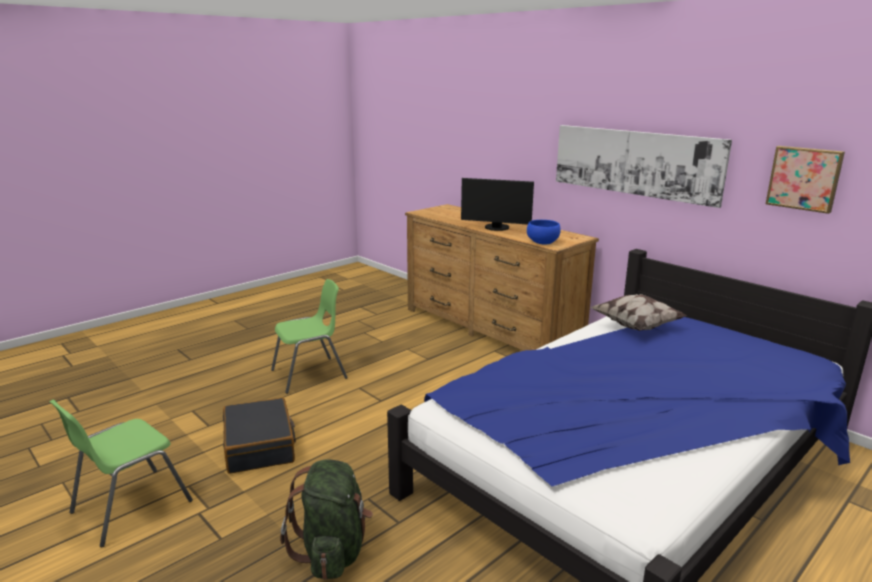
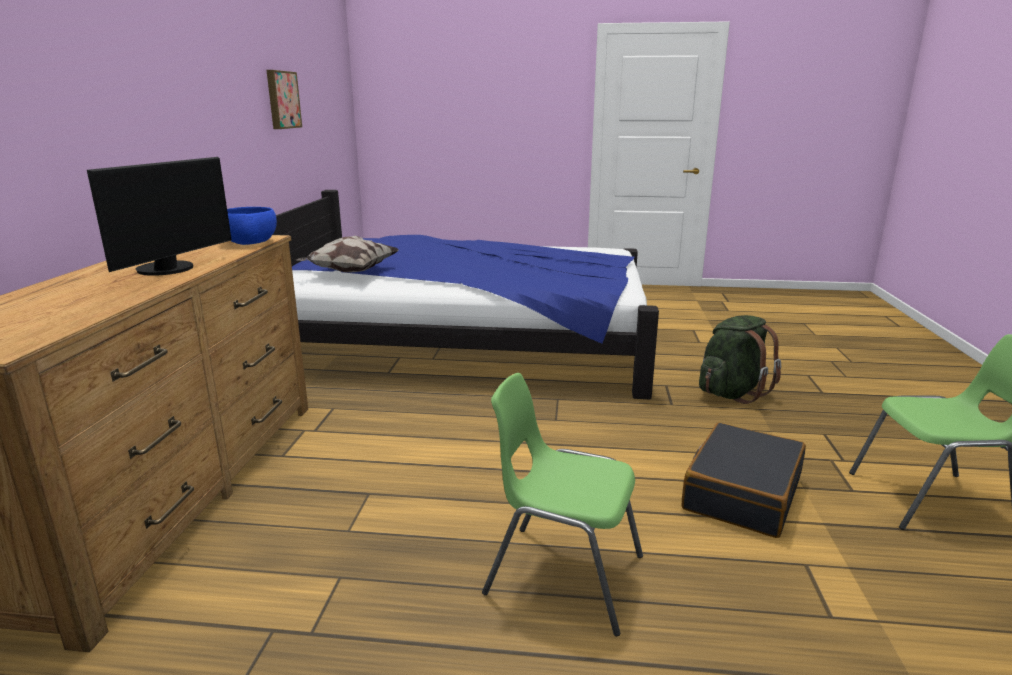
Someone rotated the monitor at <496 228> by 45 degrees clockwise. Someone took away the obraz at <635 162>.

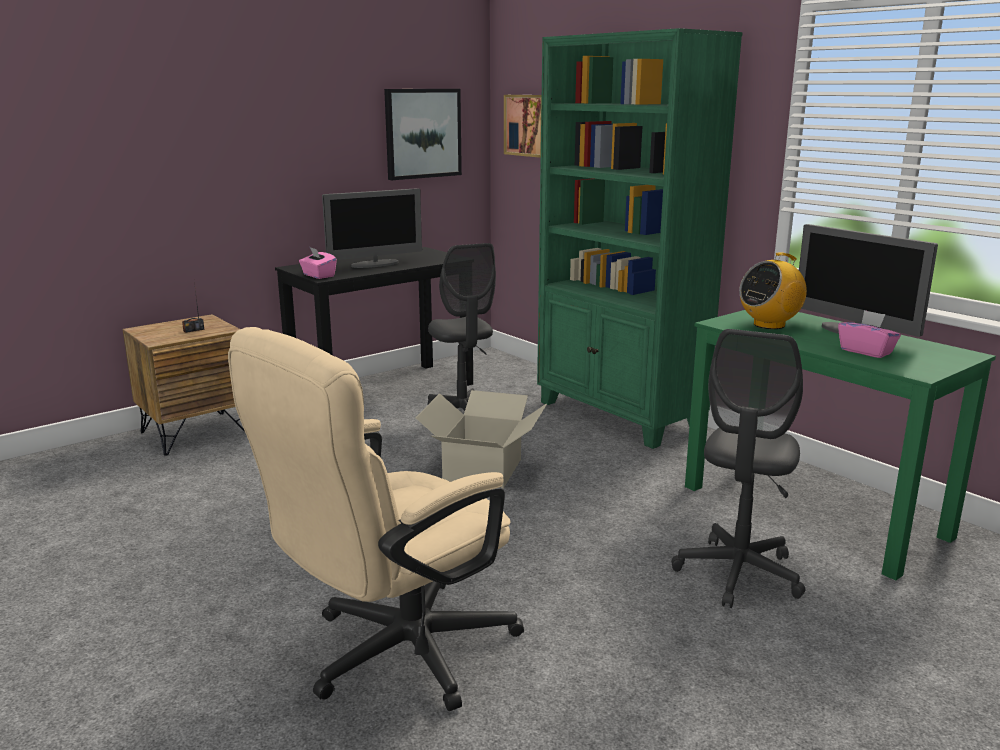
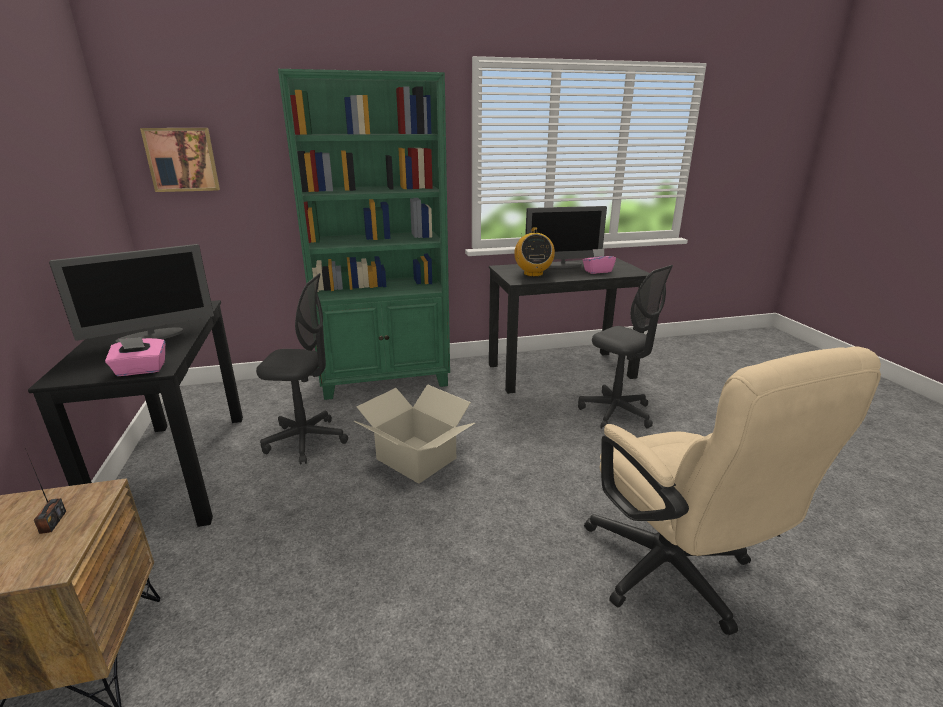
Someone rotated the monitor at <375 264> by 60 degrees clockwise. Someone repainted the biurko [zielony] at <813 511>, which became the biurko [czarny] at <561 371>. Someone took away the obraz at <422 133>.

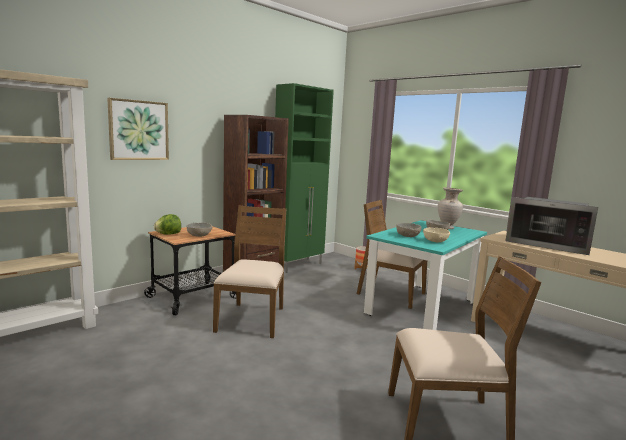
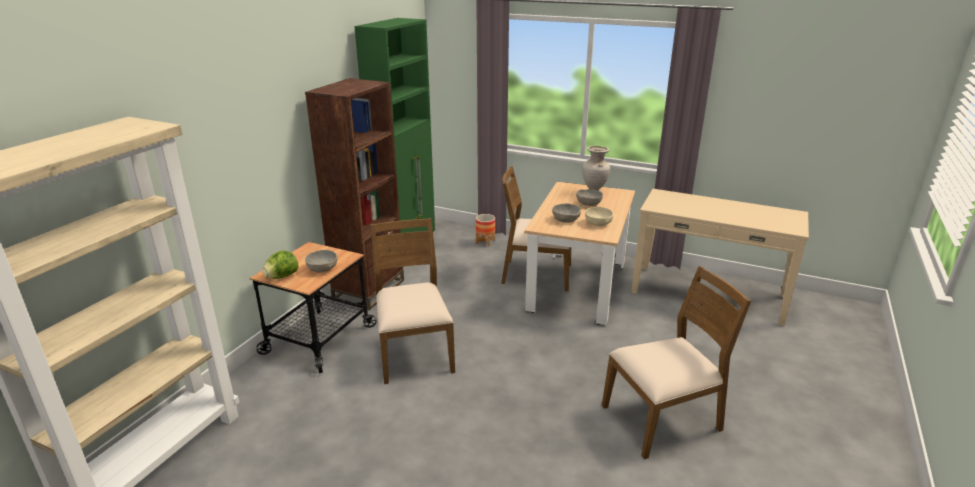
Someone repainted the stół jadalny [turkusowy] at <422 307>, which became the stół jadalny [beżowy] at <577 286>. Someone took away the obraz at <138 130>. Someone took away the mikrofalówka at <547 244>.

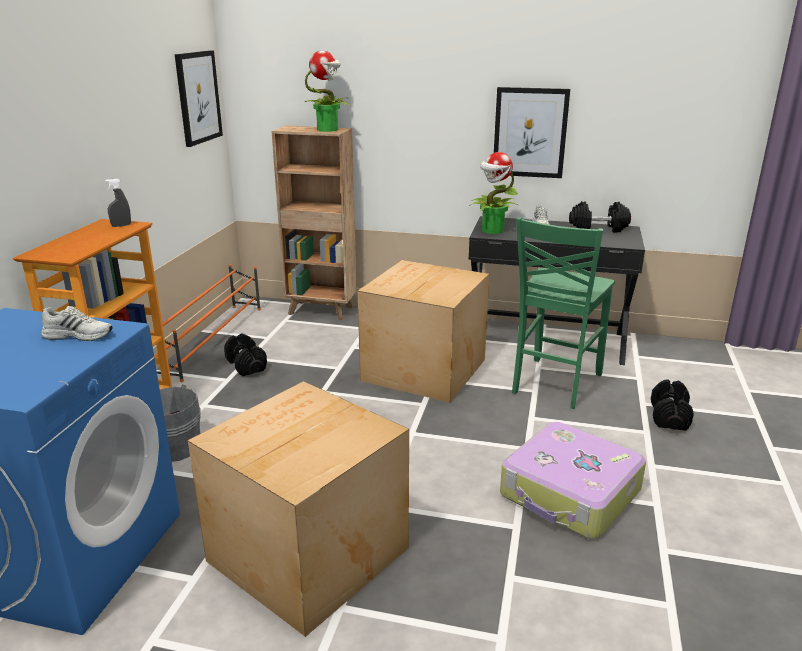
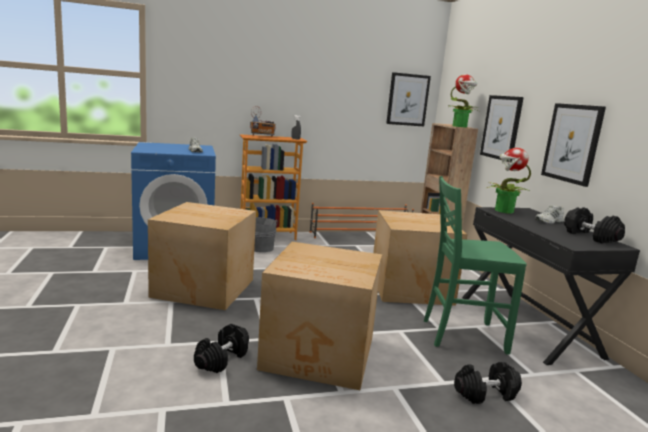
Someone carried the hantel [czarny] from <246 365> to <222 359>. Someone put down the radio at <262 136>. Someone swapped the walizka at <570 494> for the karton at <320 354>. Someone put up the obraz at <501 127>.

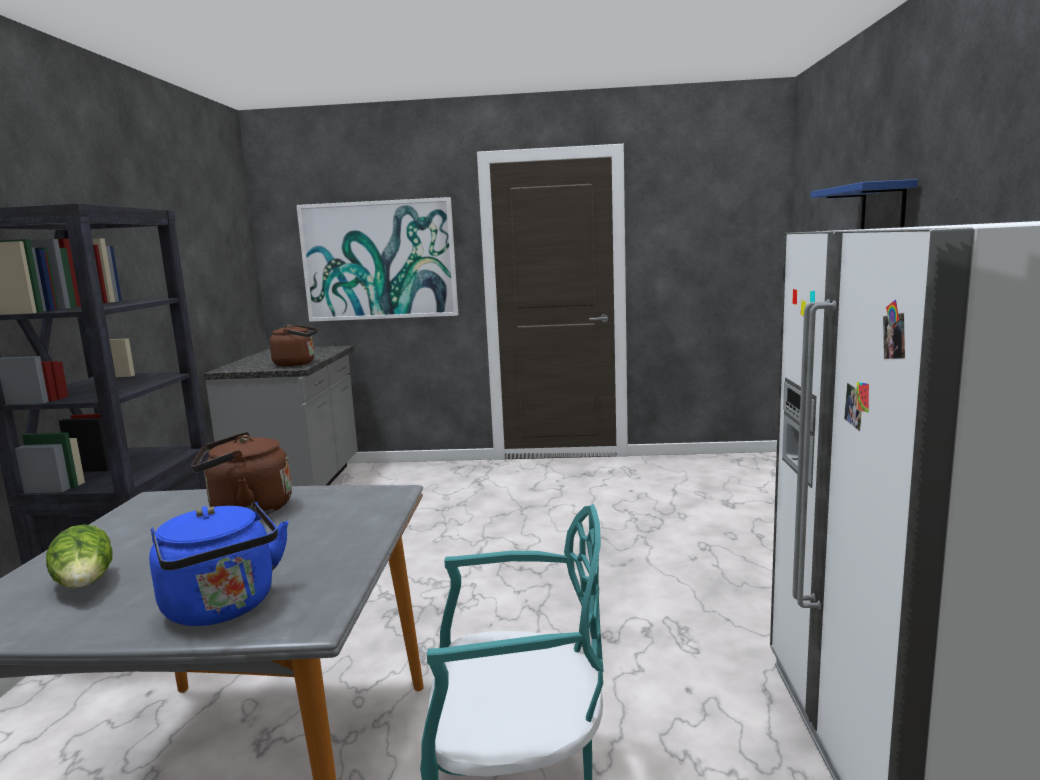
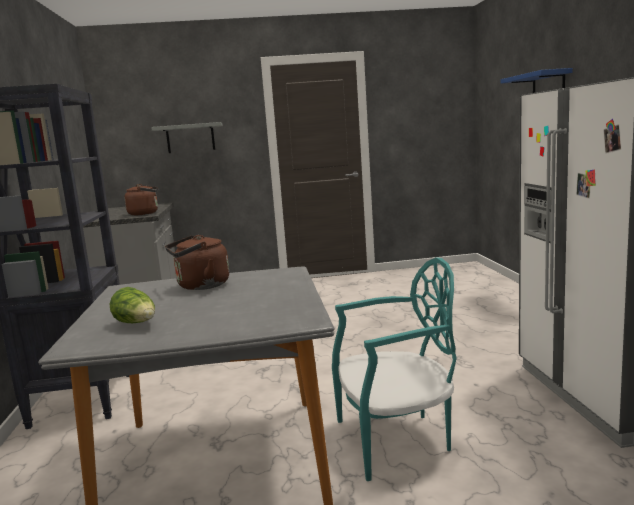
Someone swapped the obraz at <379 260> for the półka [szary] at <190 138>. Someone took away the czajnik [niebieski] at <223 608>.

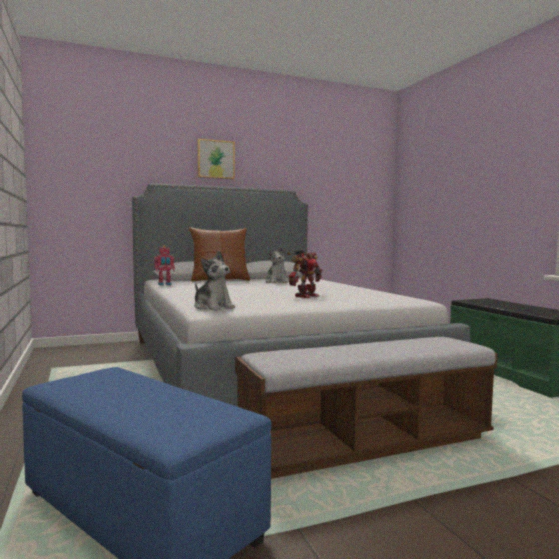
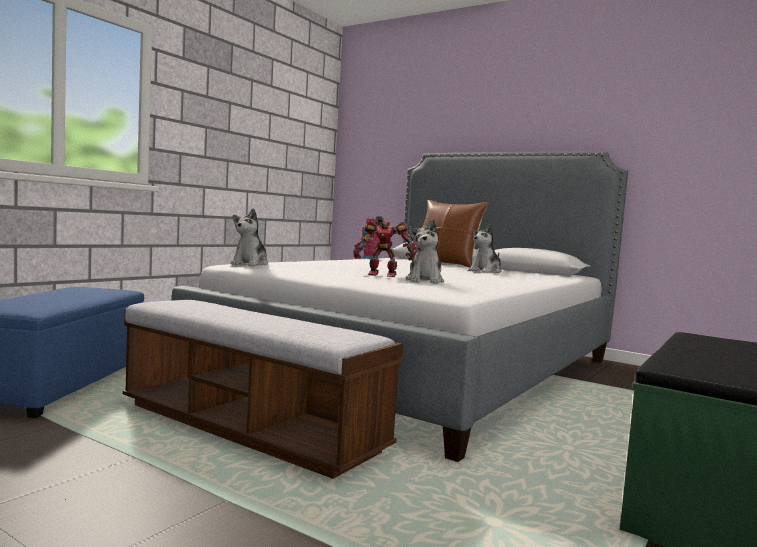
Someone put down the pluszak at <425 281>. Someone took away the obraz at <215 159>.

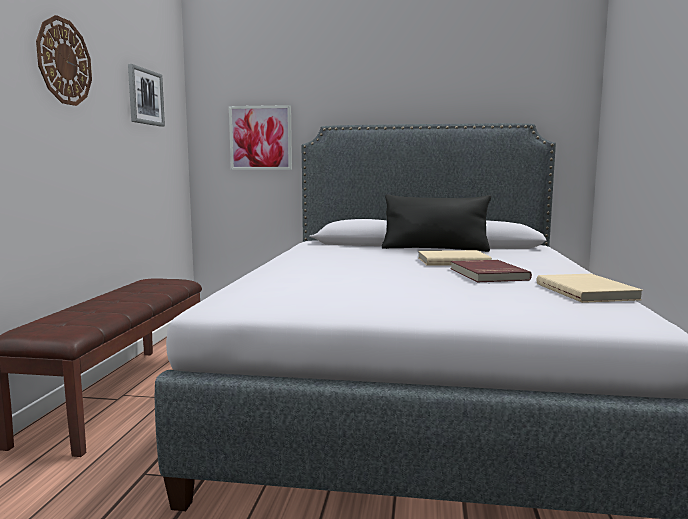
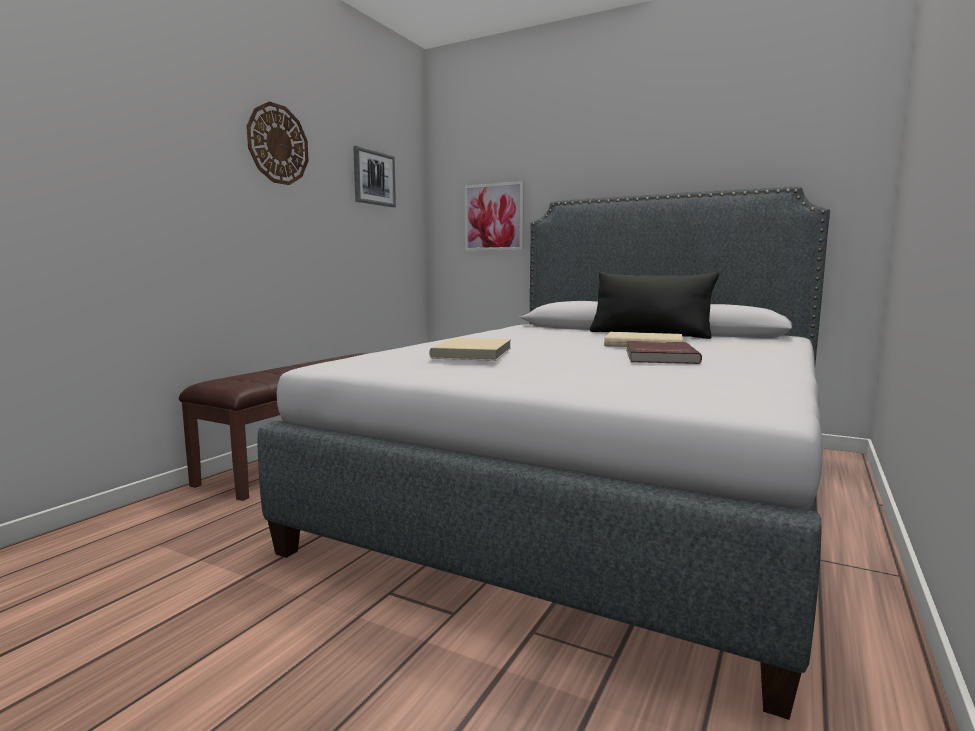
Someone carried the książka [beżowy] from <587 291> to <474 353>.

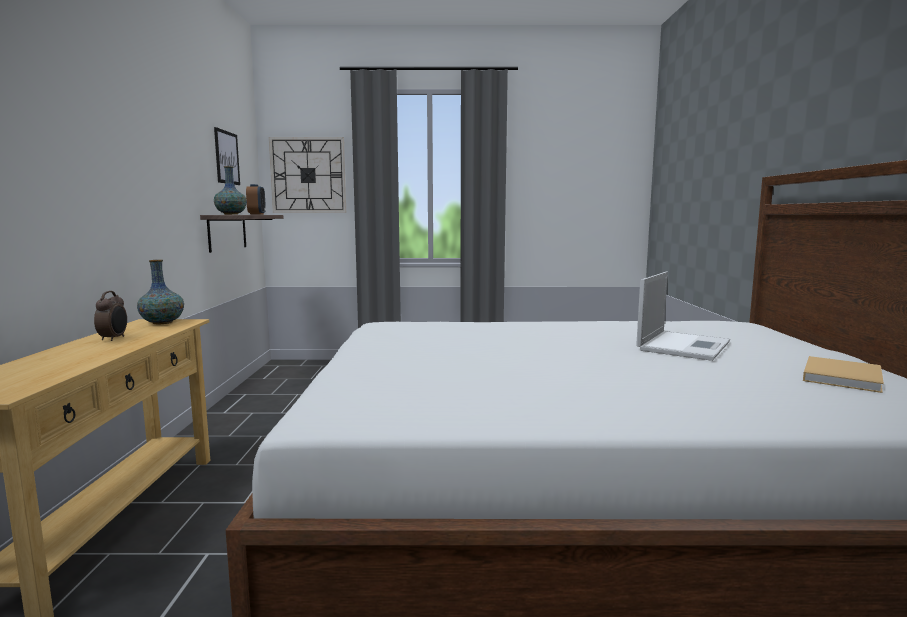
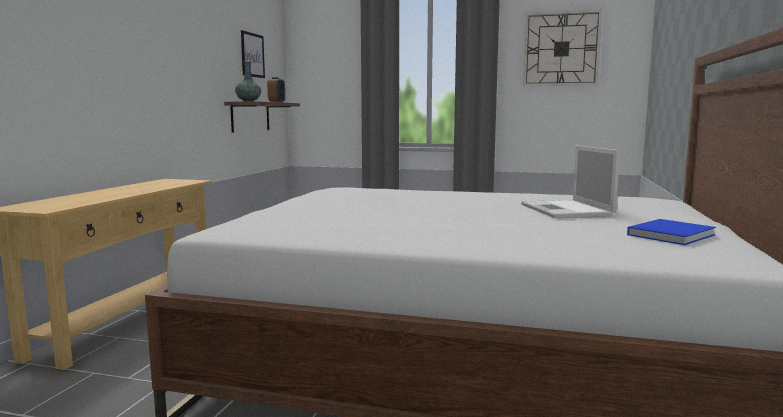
Someone rotated the laptop at <683 346> by 120 degrees clockwise. Someone carried the zegar ścienny from <308 175> to <561 49>. Someone repainted the książka [beżowy] at <842 376>, which became the książka [niebieski] at <672 234>. Someone took away the budzik at <114 338>. Someone took away the wazon at <162 322>.

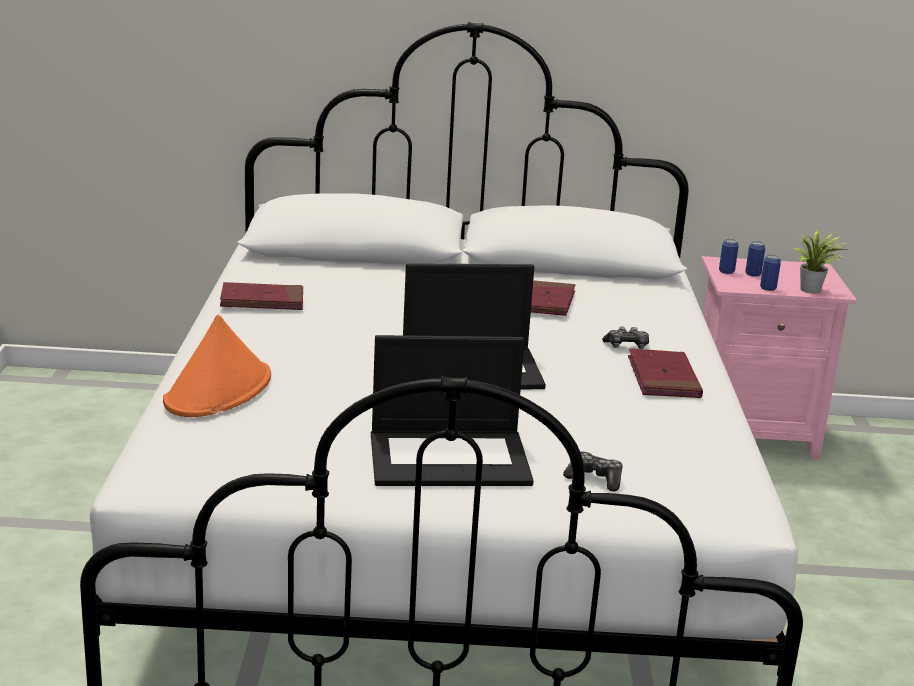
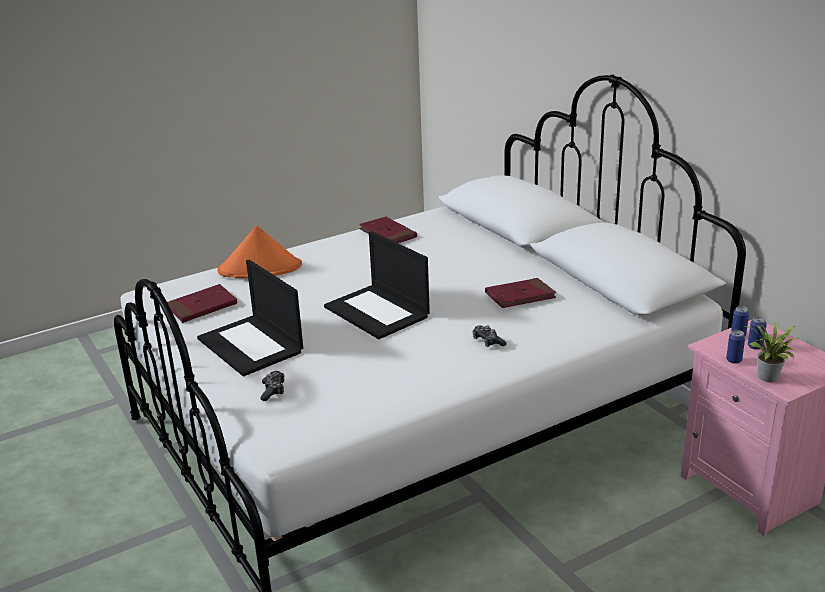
Someone carried the książka [czerwony] from <663 378> to <202 307>.

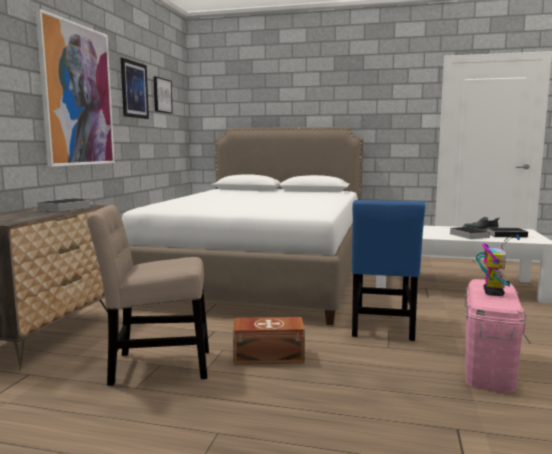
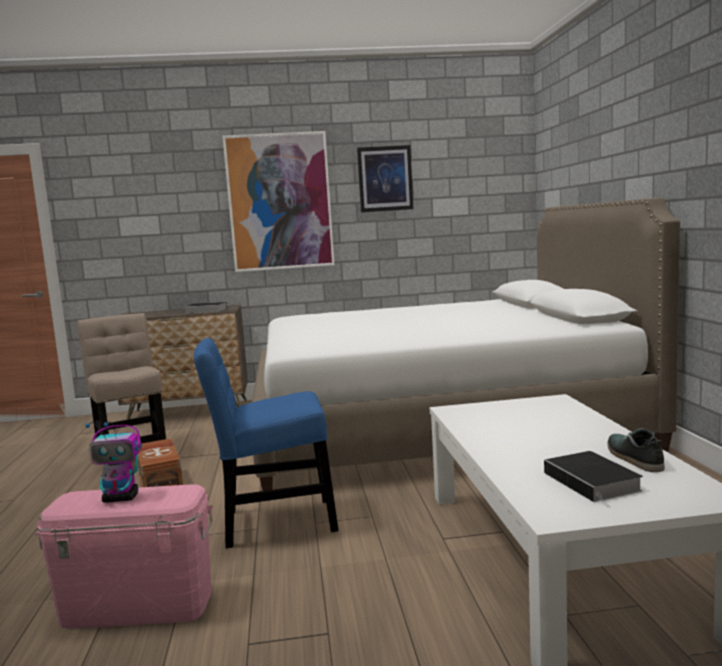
Someone took away the obraz at <162 95>. Someone took away the książka at <467 235>.

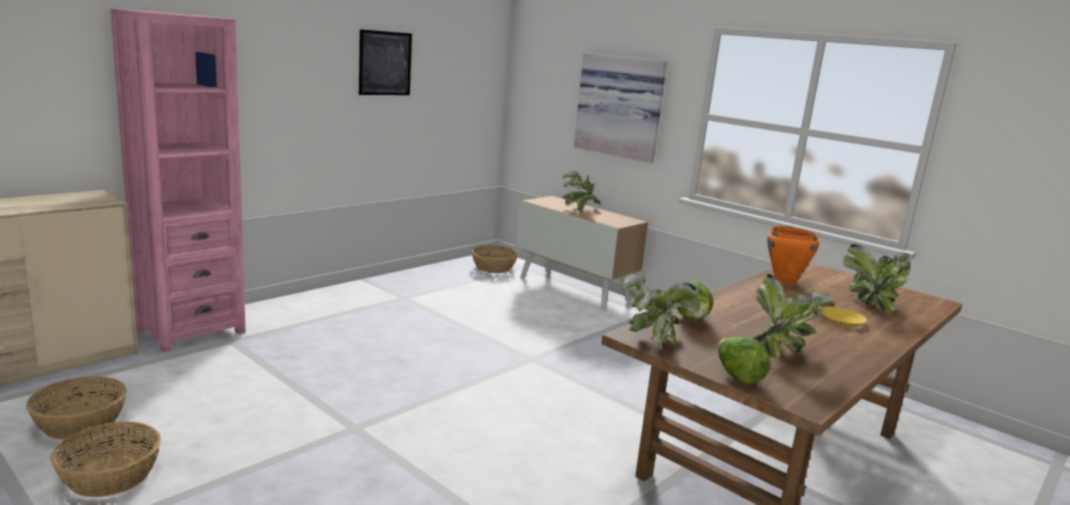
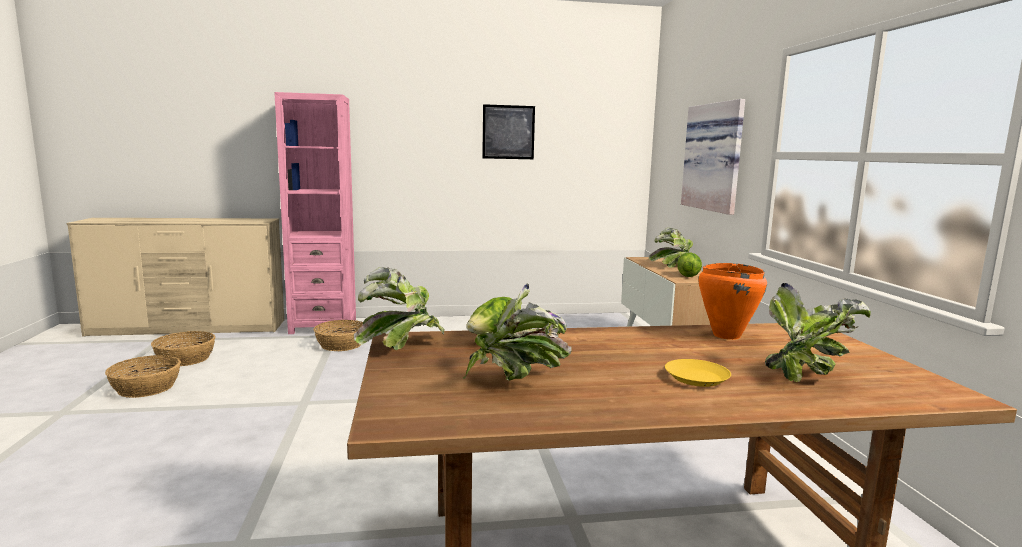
Someone carried the koszyk from <493 268> to <341 345>. Someone carried the sałata from <737 377> to <688 275>.

